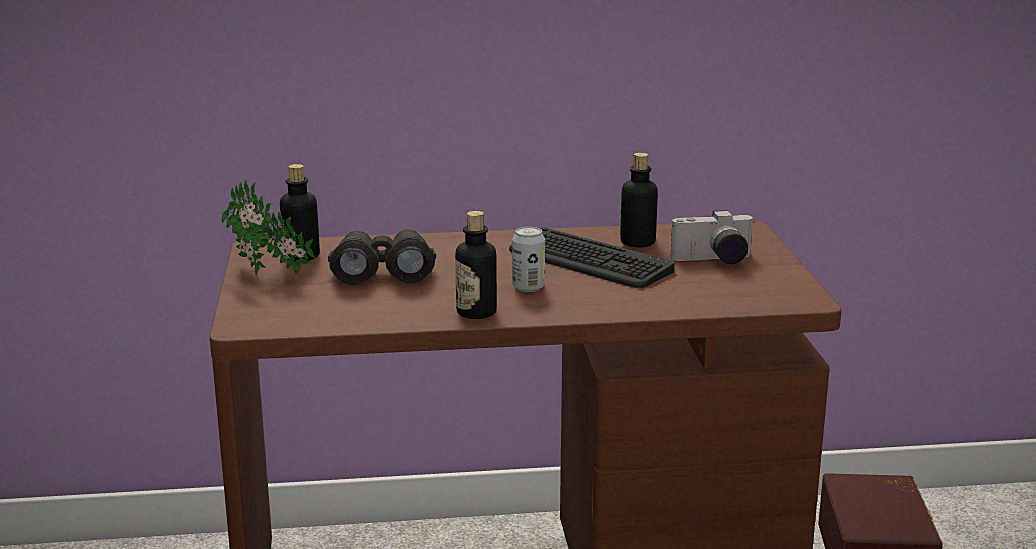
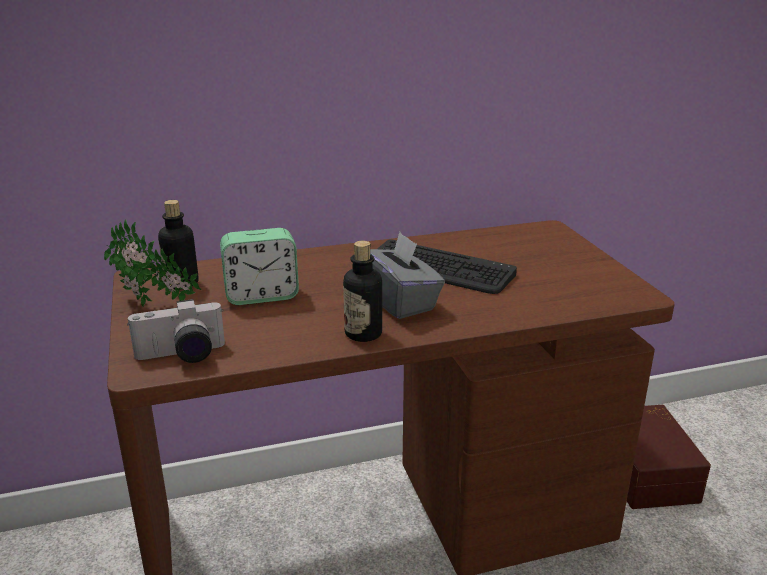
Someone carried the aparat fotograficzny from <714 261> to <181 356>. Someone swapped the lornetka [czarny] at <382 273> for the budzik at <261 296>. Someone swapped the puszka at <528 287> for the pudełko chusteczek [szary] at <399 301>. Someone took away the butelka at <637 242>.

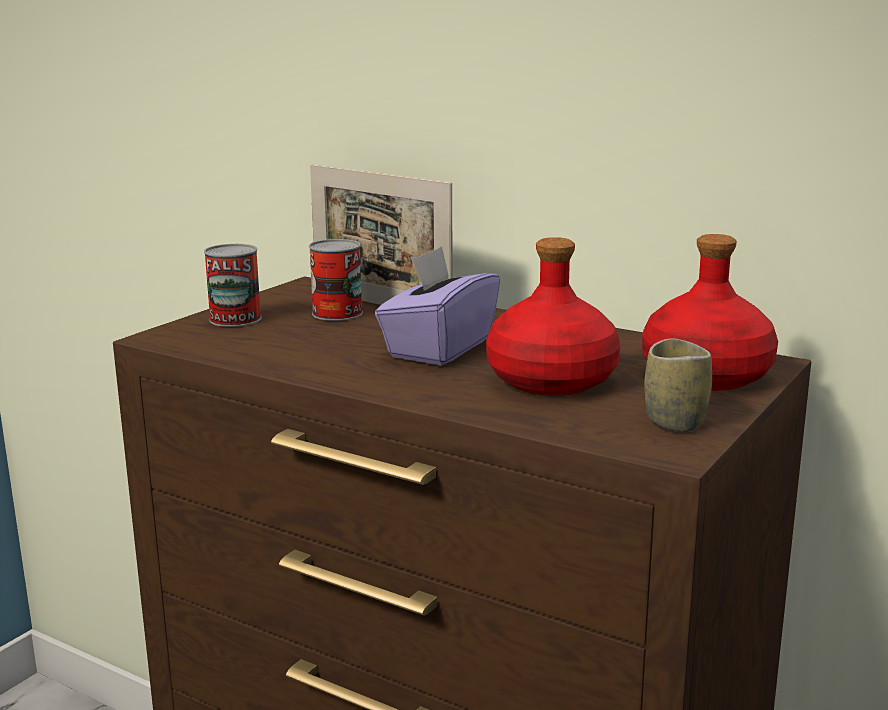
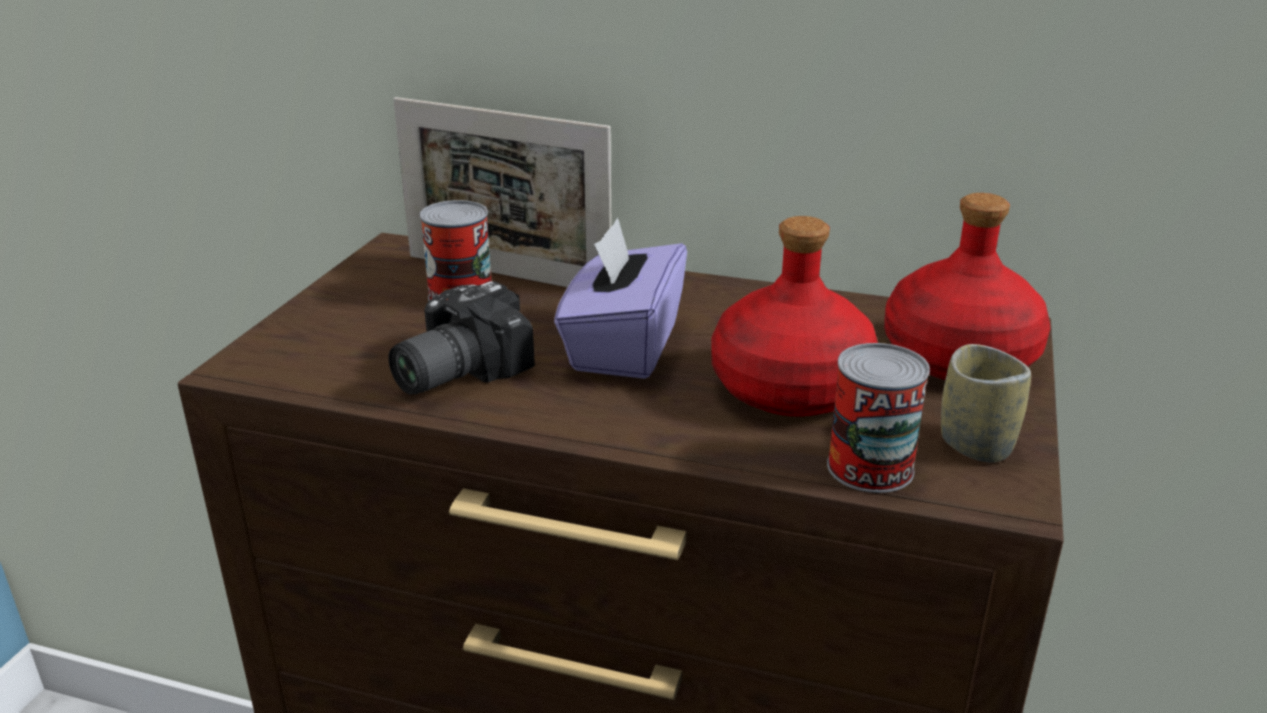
Someone put down the aparat fotograficzny at <452 372>. Someone carried the puszka from <235 319> to <870 468>.

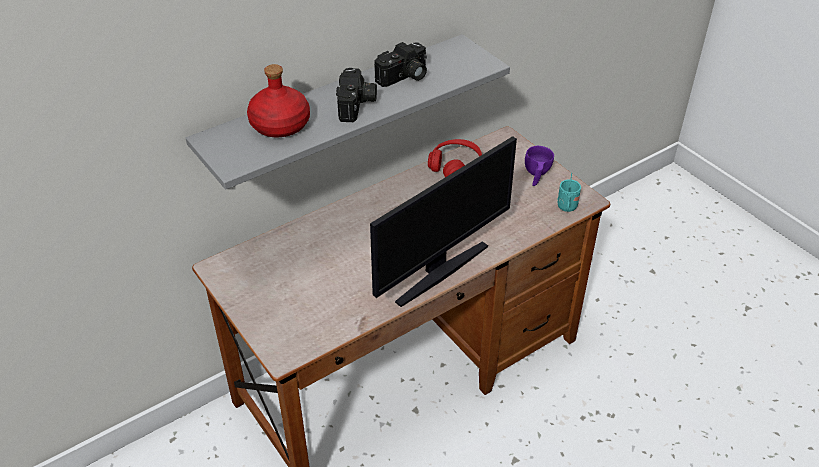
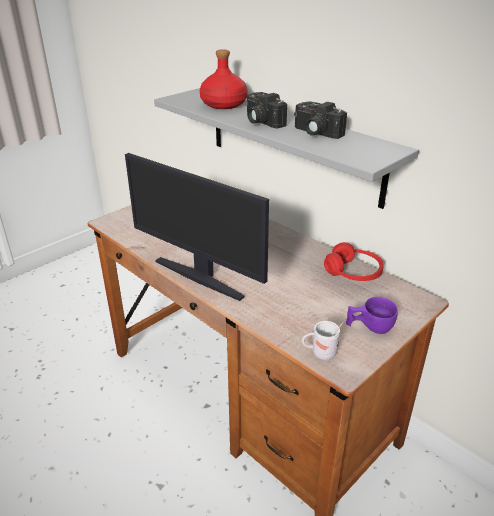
Someone rotated the aparat fotograficzny at <357 105> by 60 degrees clockwise. Someone repainted the kubek [turkusowy] at <566 209>, which became the kubek [biały] at <320 353>.

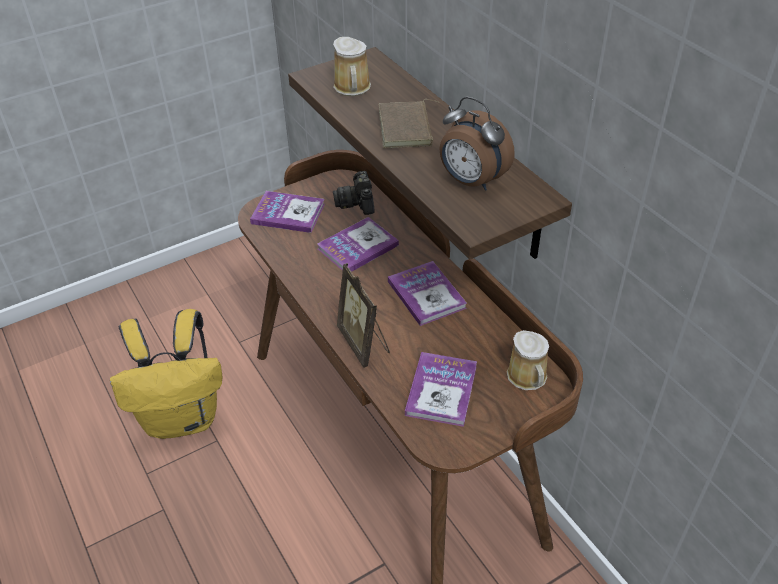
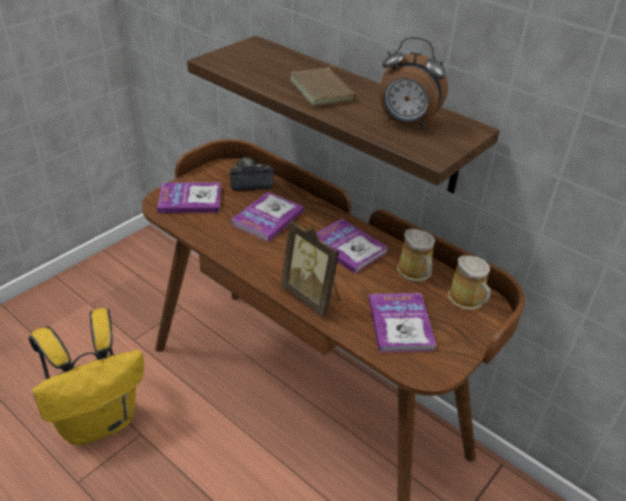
Someone rotated the aparat fotograficzny at <357 203> by 105 degrees clockwise. Someone carried the kubek from <352 88> to <415 272>.

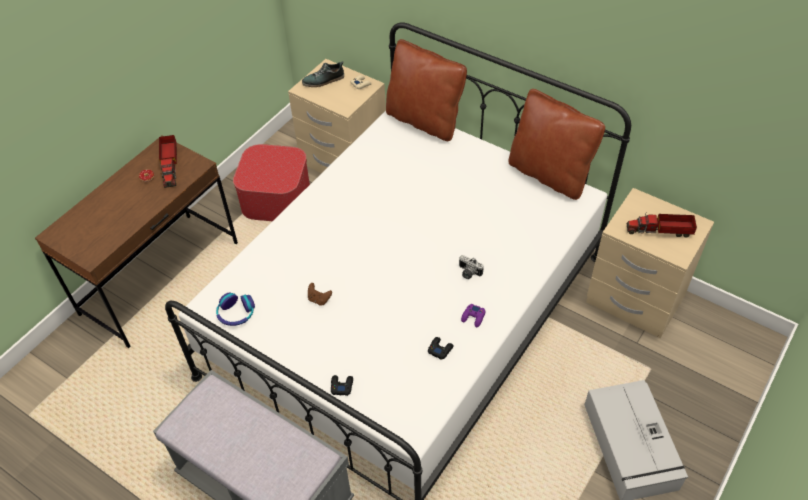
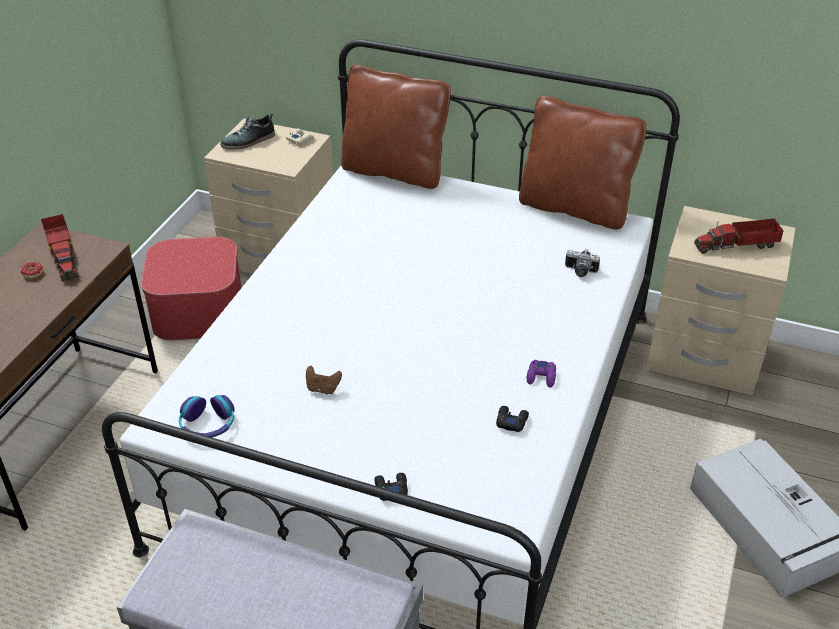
Someone carried the aparat fotograficzny from <468 273> to <580 272>.

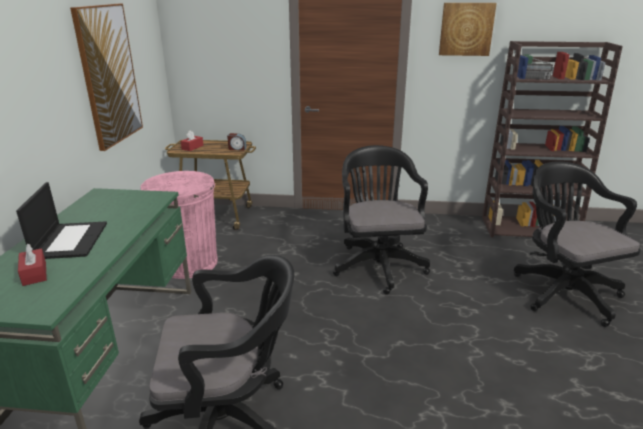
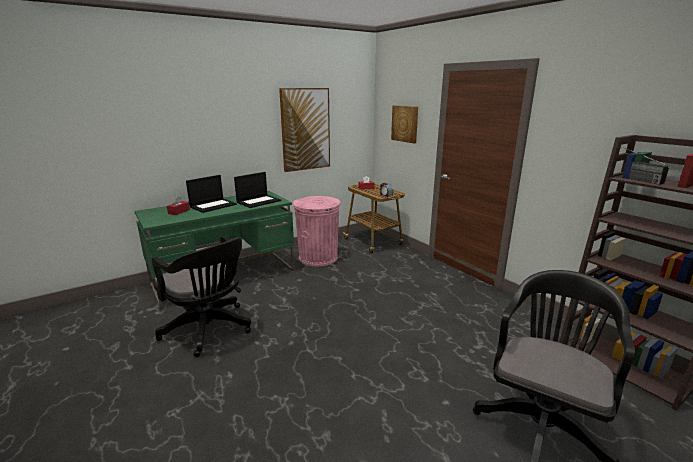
Someone put down the laptop at <259 201>. Someone carried the obraz from <466 29> to <405 123>. Someone took away the krzesło biurowe [czarny] at <378 264>.

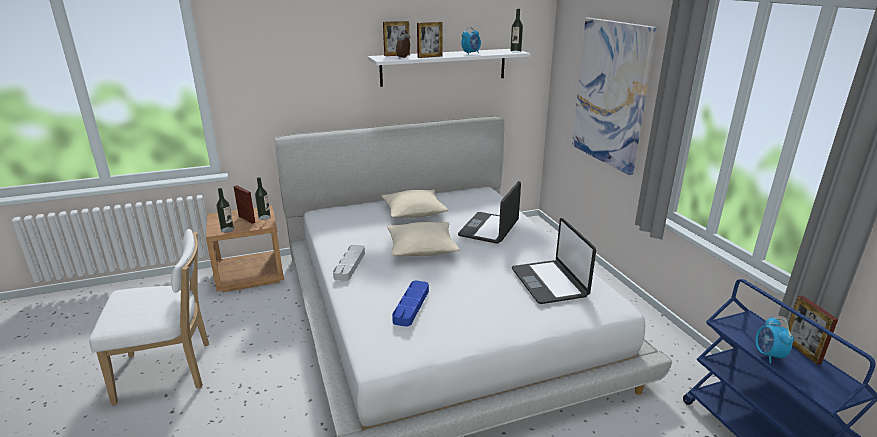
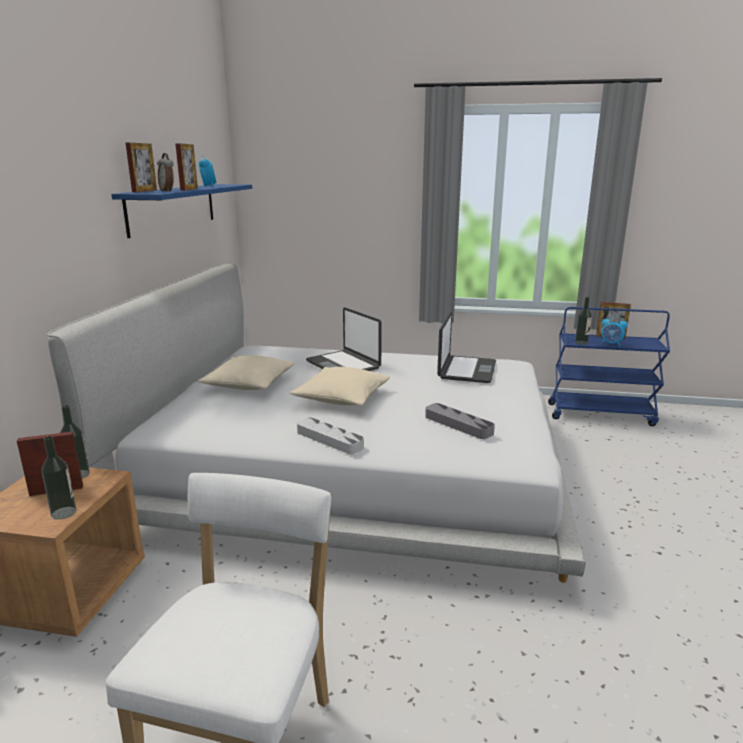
Someone repainted the półka [biały] at <444 67>, which became the półka [niebieski] at <173 208>. Someone repainted the taca [niebieski] at <411 306>, which became the taca [szary] at <458 424>. Someone rotated the laptop at <550 282> by 90 degrees counterclockwise. Someone carried the butelka from <515 51> to <581 342>. Someone took away the obraz at <610 93>.

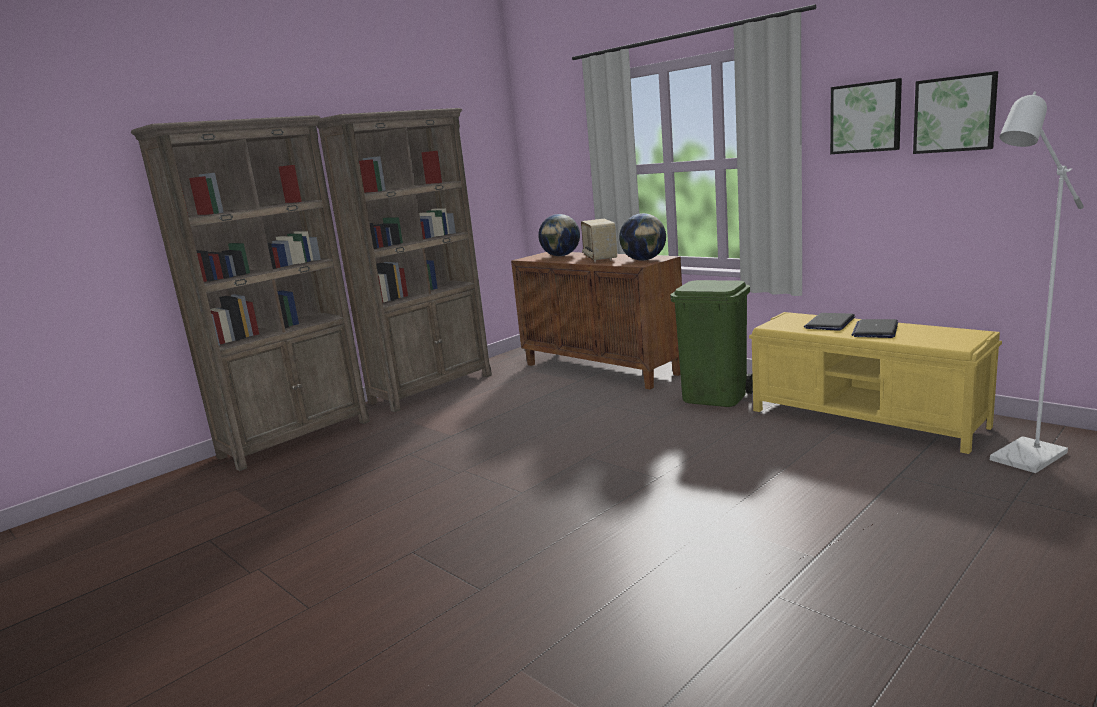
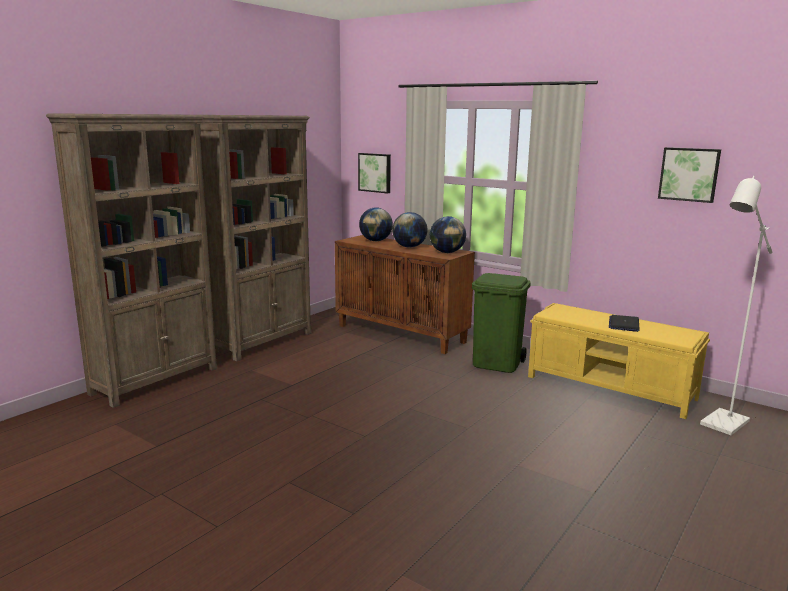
Someone carried the obraz from <866 117> to <375 172>. Someone swapped the radio at <599 258> for the globus at <409 247>. Someone took away the laptop at <830 323>.

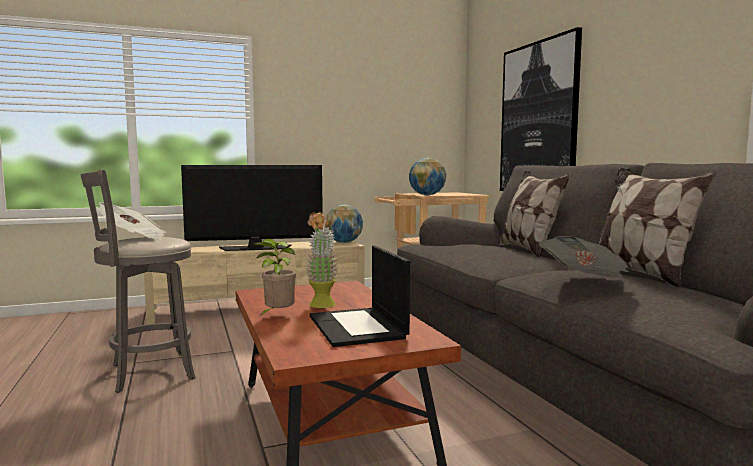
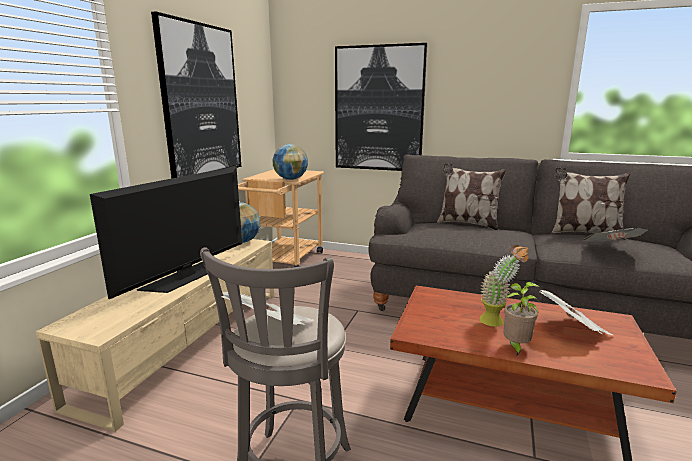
Someone put up the obraz at <201 101>. Someone swapped the laptop at <358 327> for the gazeta at <572 329>.

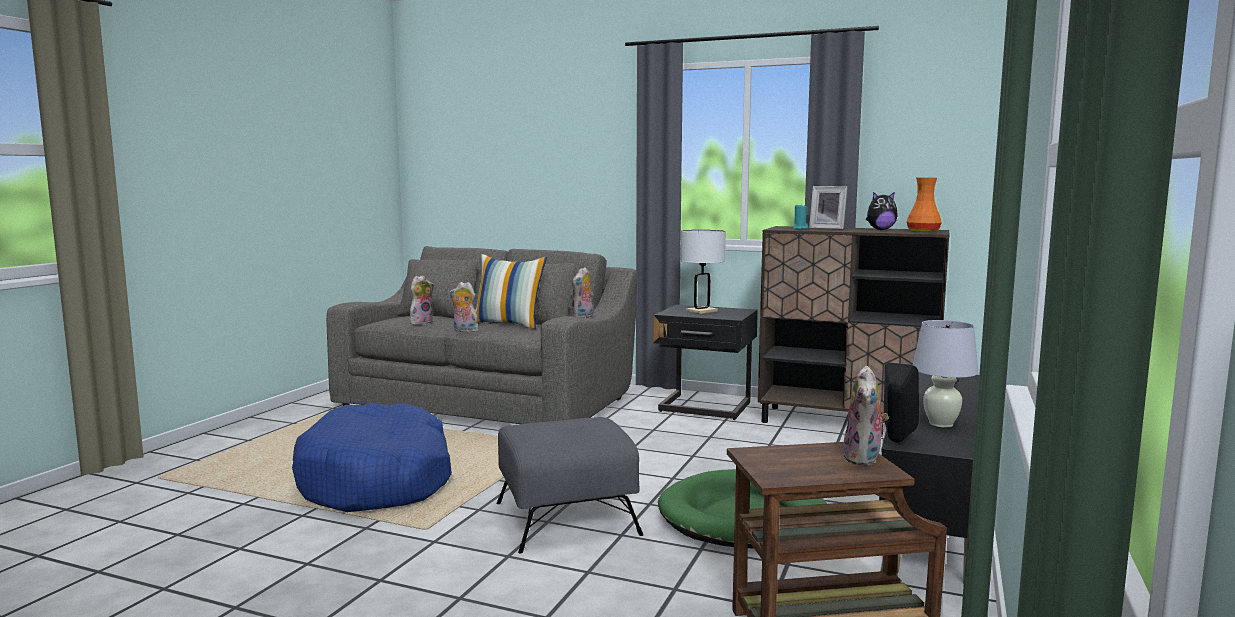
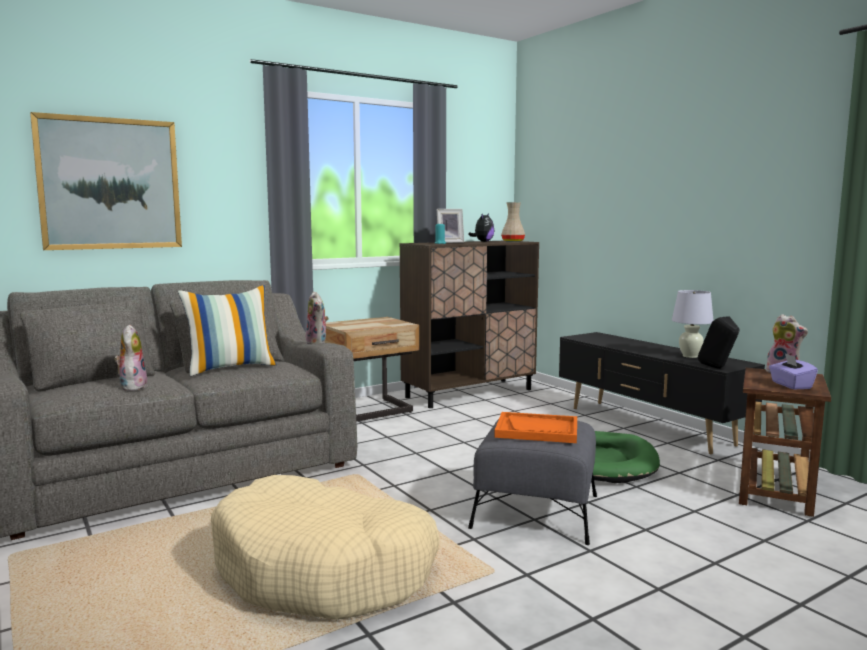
Someone put up the obraz at <110 184>. Someone repainted the legowisko [niebieski] at <377 480>, which became the legowisko [beżowy] at <324 570>. Someone repainted the szafka nocna [czarny] at <704 408>, which became the szafka nocna [beżowy] at <370 412>. Someone put down the taca [pomarańczowy] at <537 430>. Someone repainted the wazon [pomarańczowy] at <923 231>, which became the wazon [beżowy] at <512 241>. Someone put down the pudełko chusteczek [fioletowy] at <790 385>. Someone took away the pluszak at <464 331>. Someone took away the lampa stołowa [biały] at <701 311>.

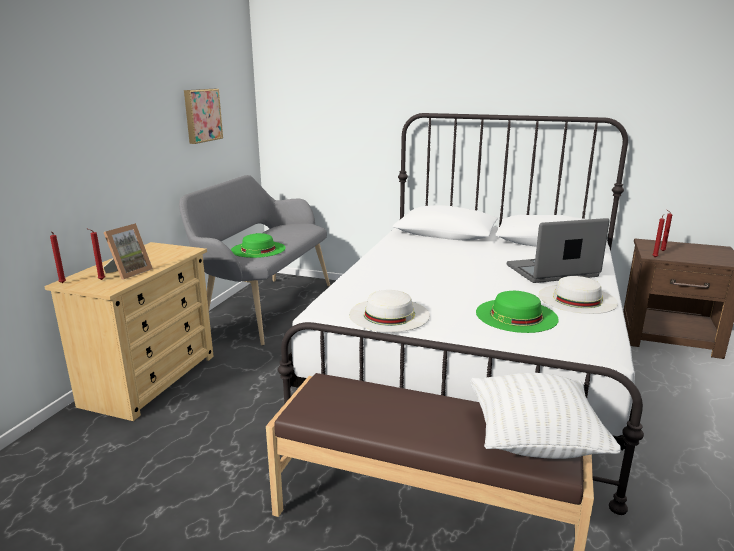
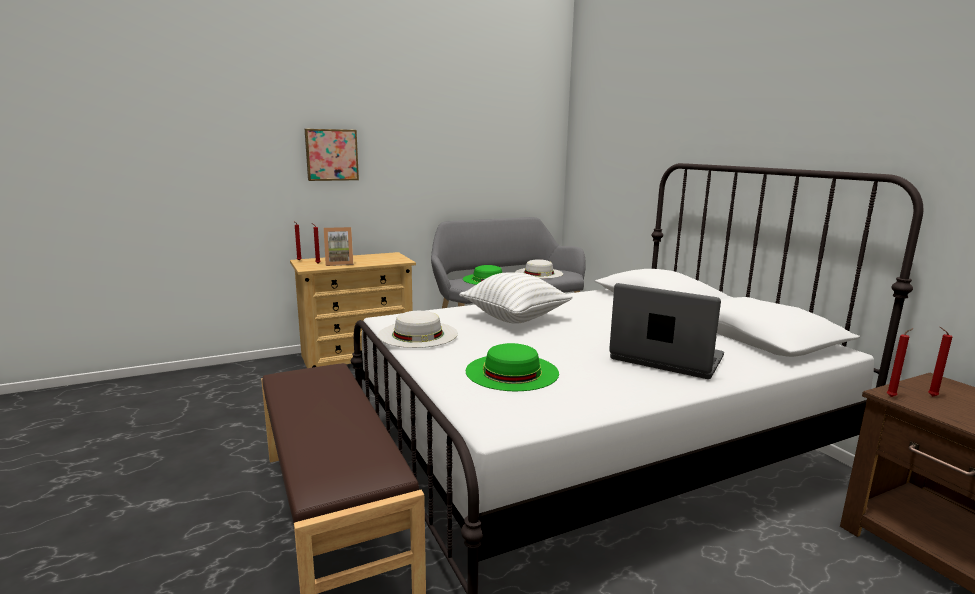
Someone carried the obraz from <201 115> to <331 155>. Someone carried the poduszka [biały] from <534 440> to <515 318>. Someone carried the kapelusz [biały] from <577 298> to <539 273>.

